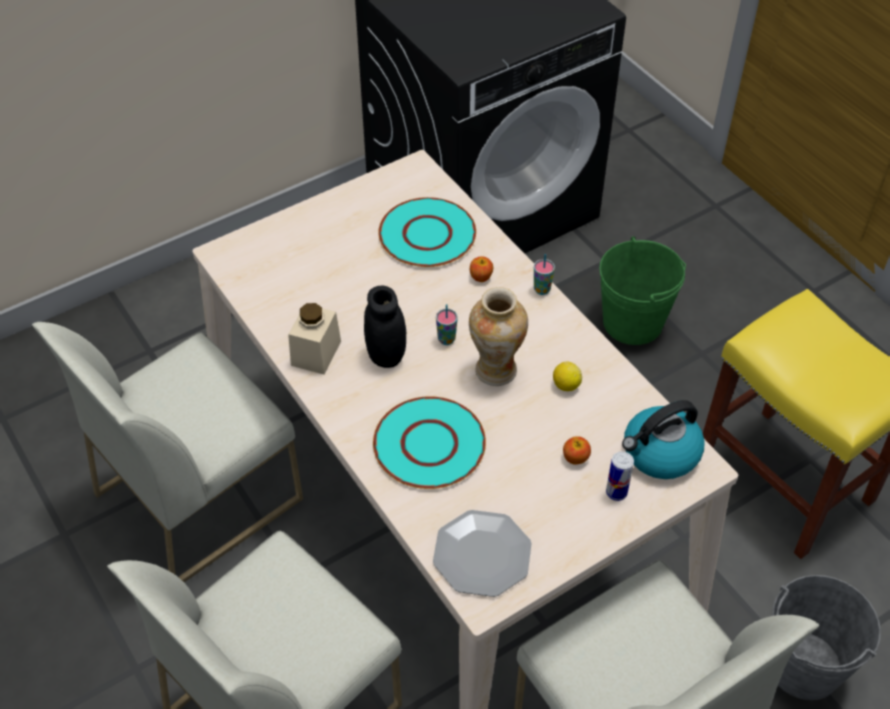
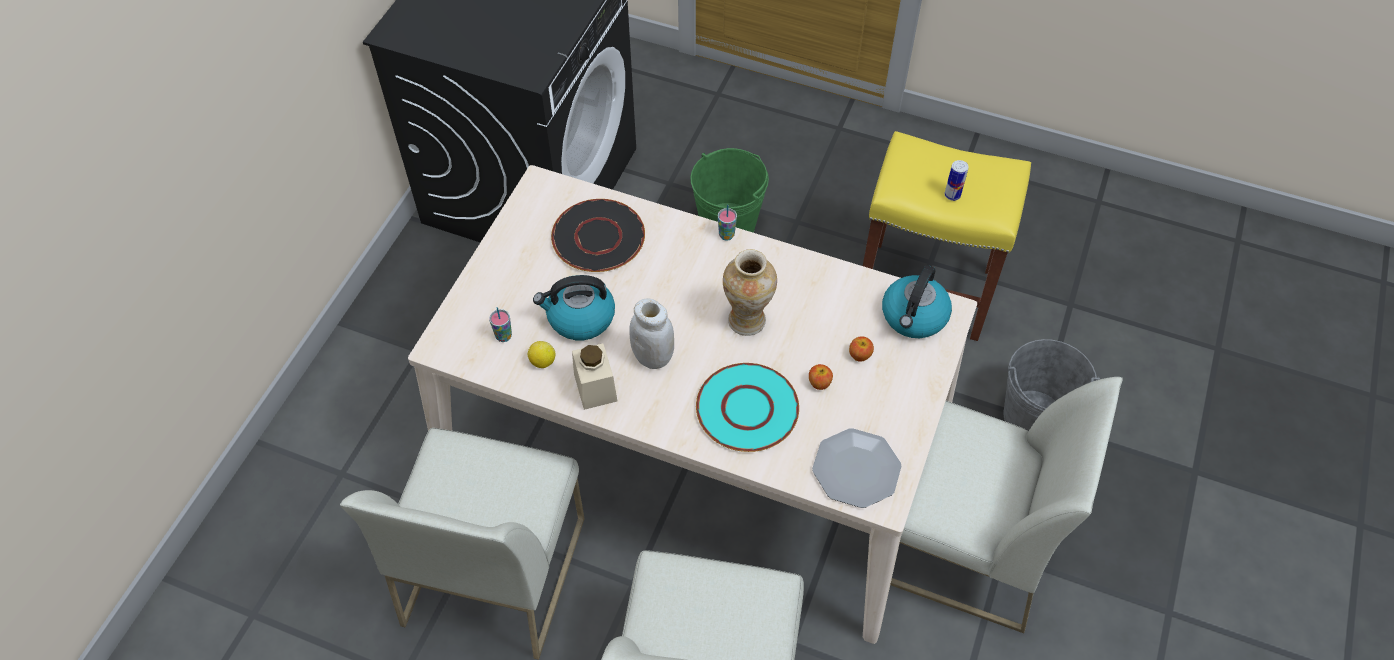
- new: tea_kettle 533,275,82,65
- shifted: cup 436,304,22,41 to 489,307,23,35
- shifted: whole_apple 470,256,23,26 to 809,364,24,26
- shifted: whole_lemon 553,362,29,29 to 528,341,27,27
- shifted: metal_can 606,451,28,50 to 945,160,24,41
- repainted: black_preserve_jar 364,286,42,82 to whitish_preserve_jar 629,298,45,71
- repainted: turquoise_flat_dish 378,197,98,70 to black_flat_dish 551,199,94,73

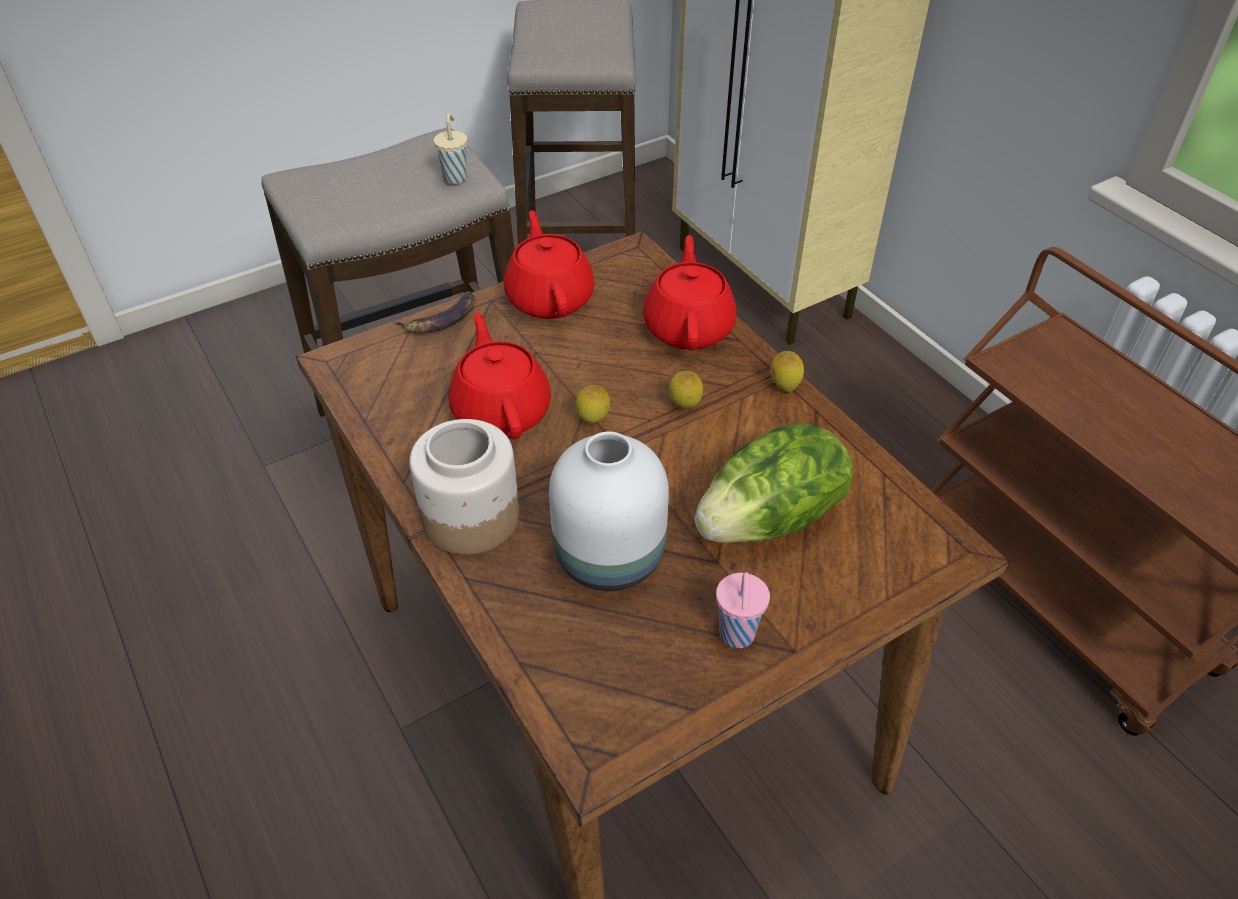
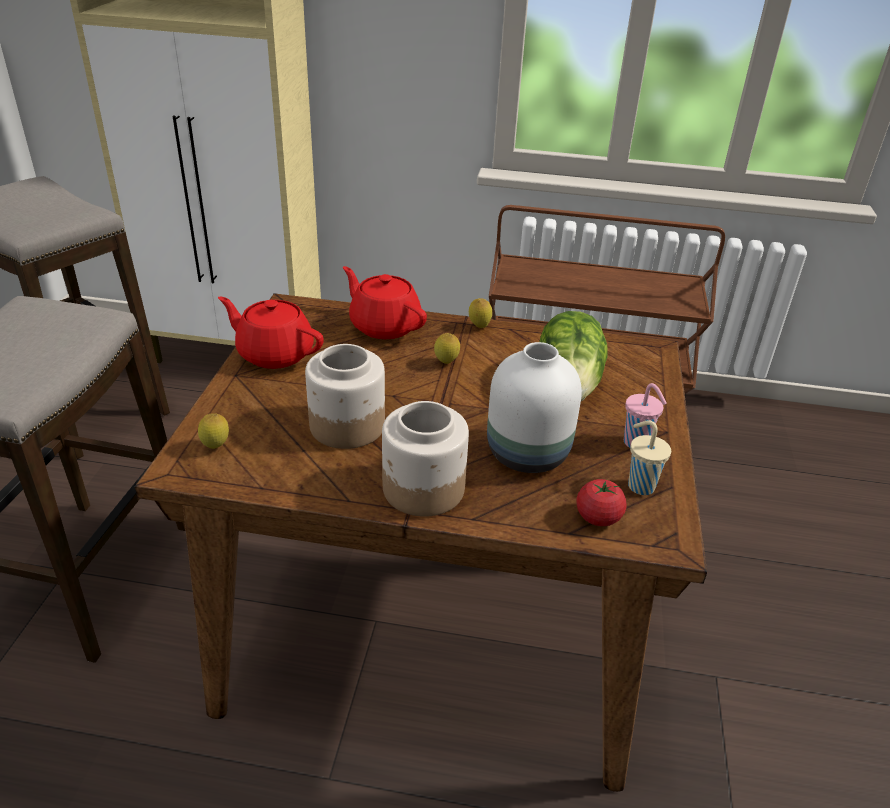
- gone: banana_fruit 392,291,84,43
- new: fresh_tomato 576,479,51,47
- shifted: beige-coloured_cup 433,113,34,71 to 628,420,43,75
- shifted: whole_lemon 576,385,34,38 to 198,413,31,36
- swapped: red_pot_for_tea 448,312,103,127 to preserve_jar 305,344,80,105

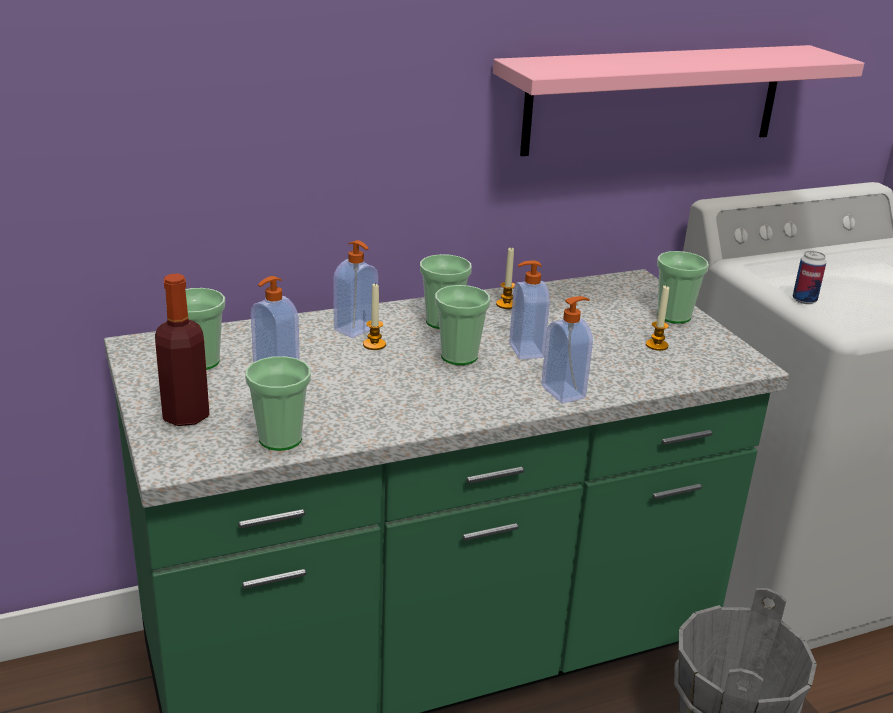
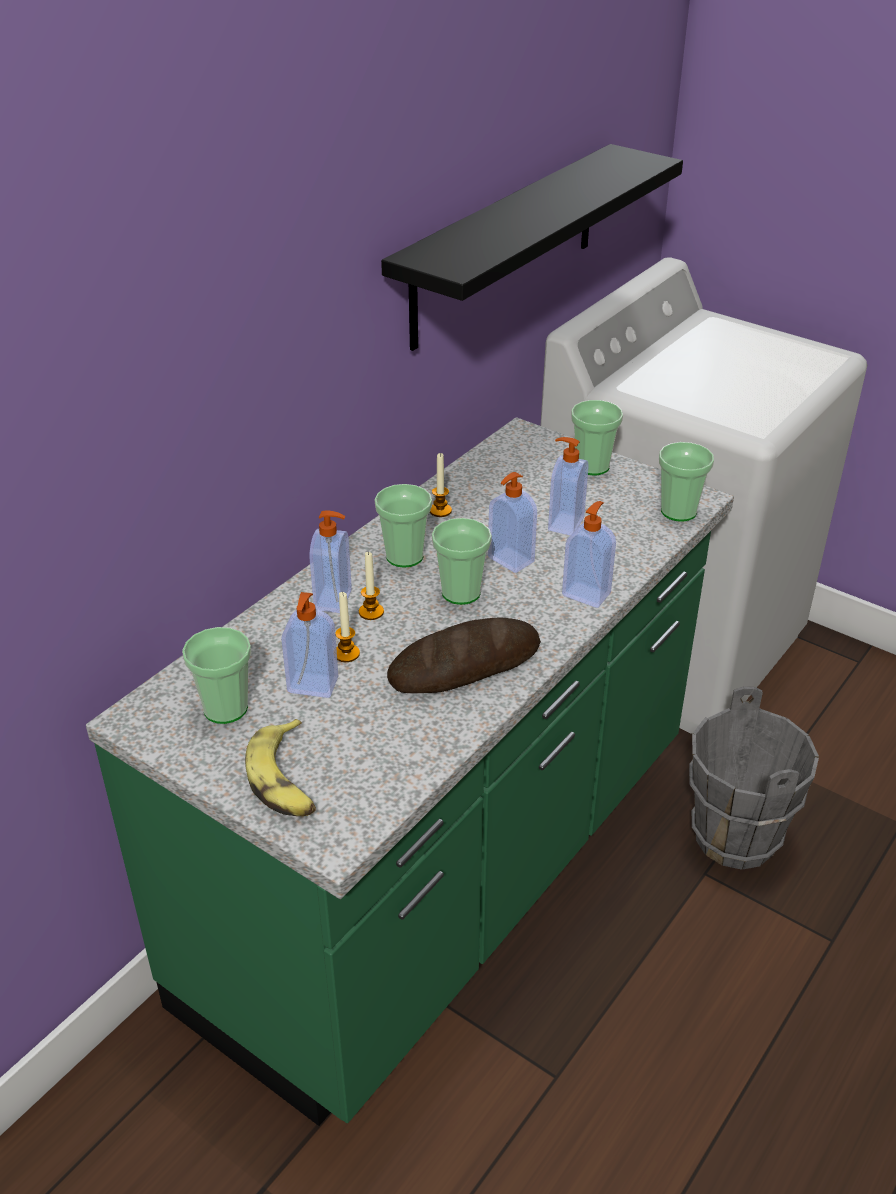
- gone: metal_can 793,251,33,53
- new: bakery_bread 387,618,154,75
- new: soap_bottle 548,437,40,98
- shifted: cup 245,356,66,95 to 659,442,55,80
- shifted: candle 646,285,23,66 to 335,592,25,70
- swapped: drink_bottle 155,274,55,152 to banana_fruit 245,719,71,97
- repainted: pink-coloured_bracket_shelf 493,45,371,111 to black_bracket_shelf 381,144,302,207

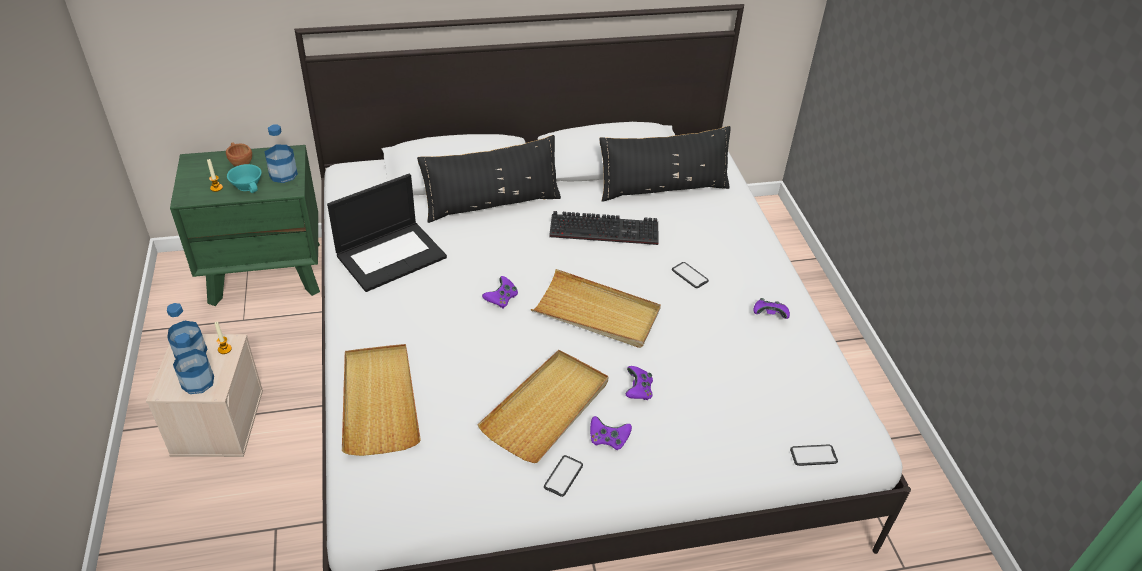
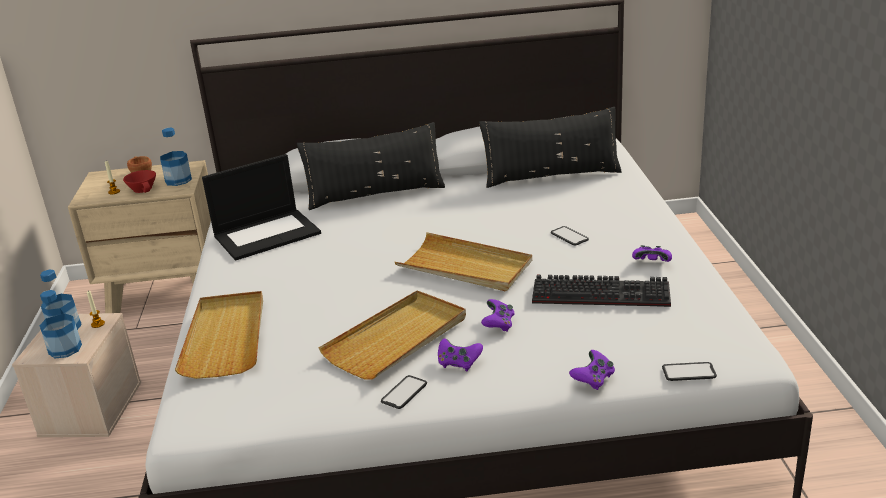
- shifted: purple_gamepad 482,276,36,32 to 569,350,46,40
- shifted: computer_keyboard 549,211,109,34 to 532,275,139,32
- repainted: green_bedside_table 170,145,150,161 to beige-coloured_bedside_table 68,160,143,153
- repainted: turquoise_cup 227,164,35,29 to red_cup 123,170,33,23

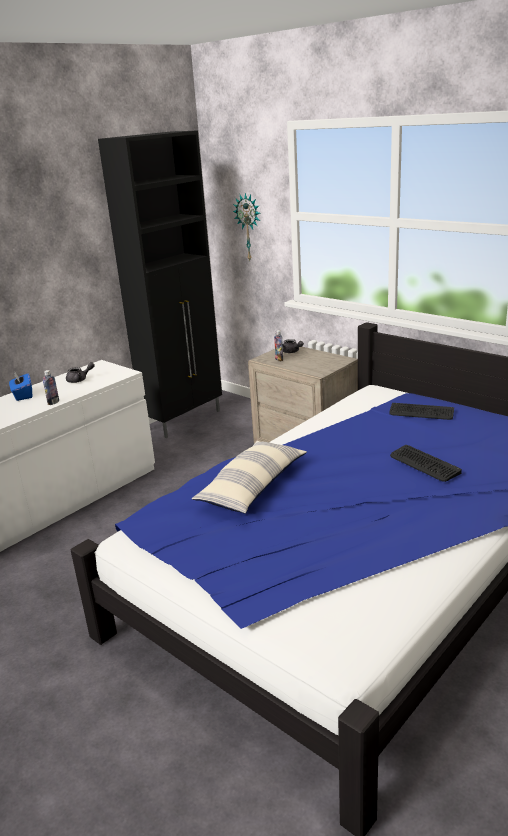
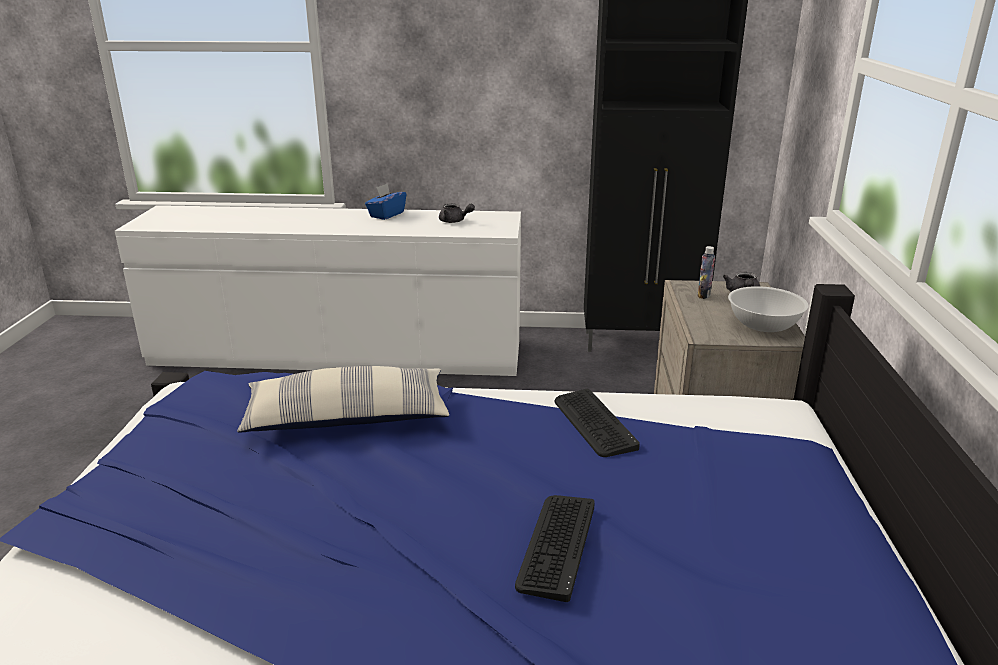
- gone: drink_bottle 43,370,16,35
- gone: wall_clock 233,193,28,68
- new: whitish_serving_bowl 728,286,81,46
- shifted: computer_keyboard 389,403,65,17 to 555,389,85,68

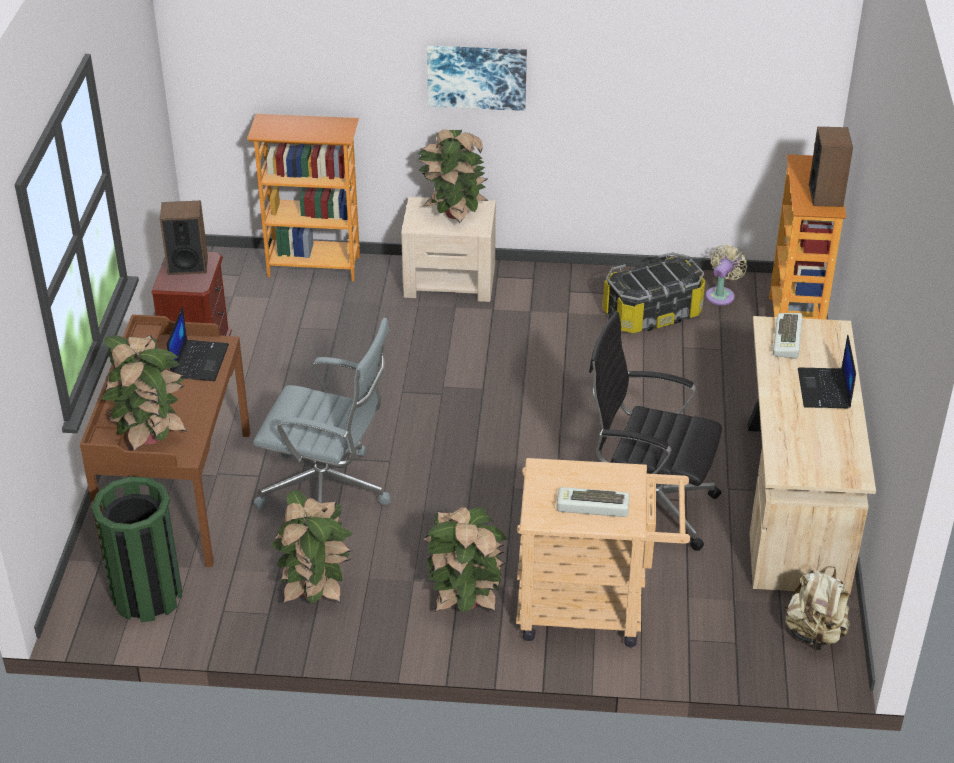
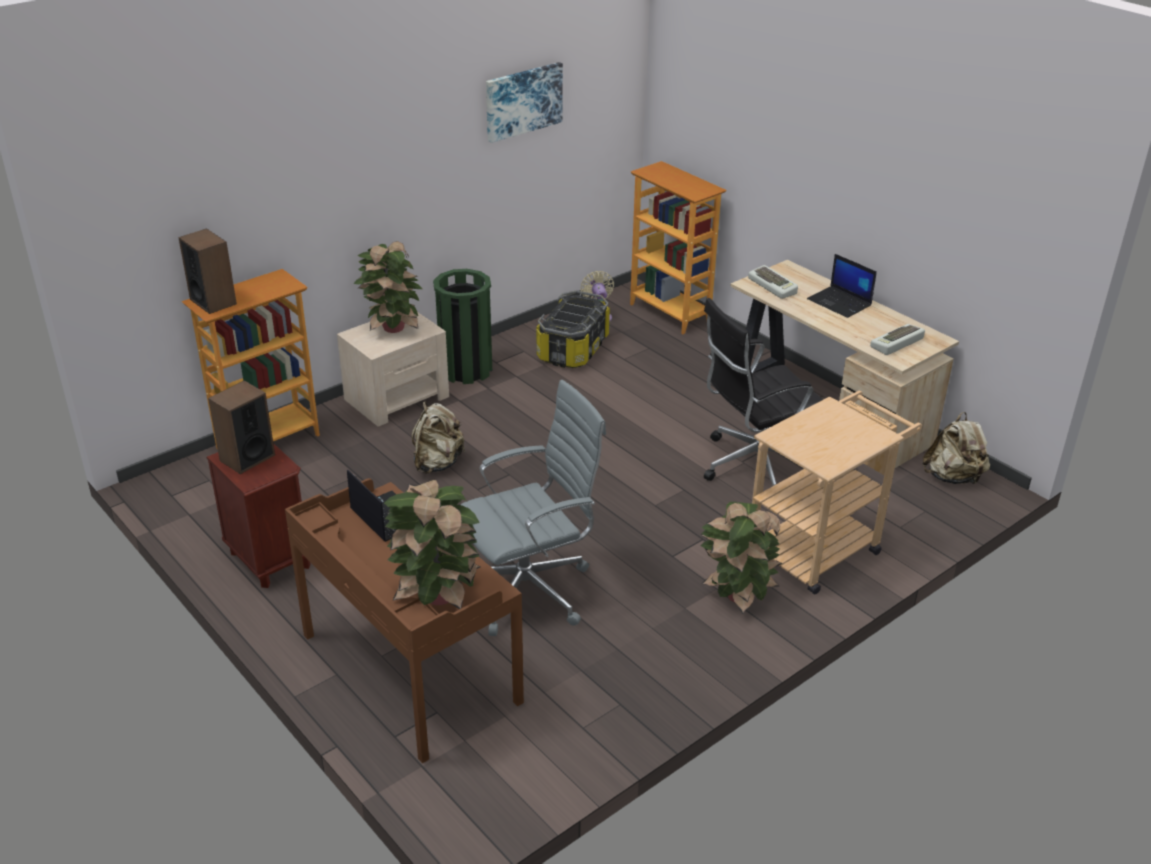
- gone: potted_plant 271,490,82,114
- new: beige-coloured_rucksack 412,401,53,73
- shifted: green_trash_can 91,476,91,146 to 433,269,59,115
- shifted: wall_picture 427,46,100,65 to 486,62,77,81
- shifted: computer_keyboard 557,487,73,30 to 870,324,55,31
- shifted: loudspeaker 809,127,44,80 to 178,228,59,86

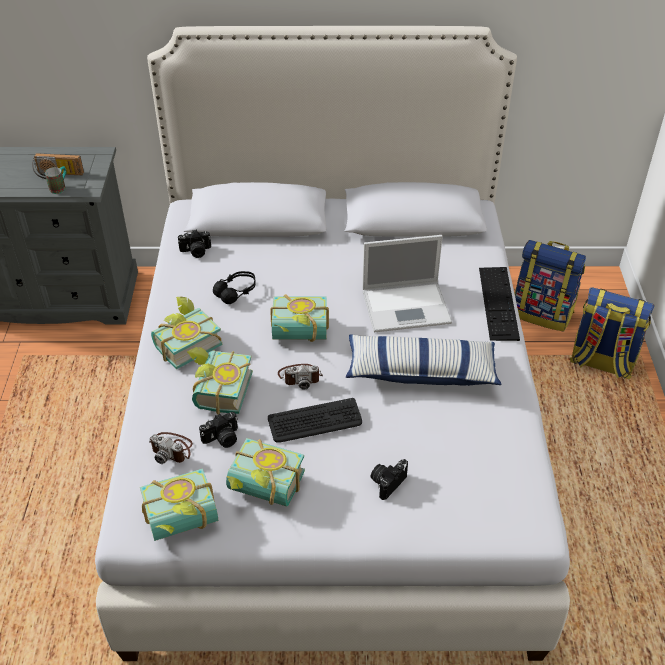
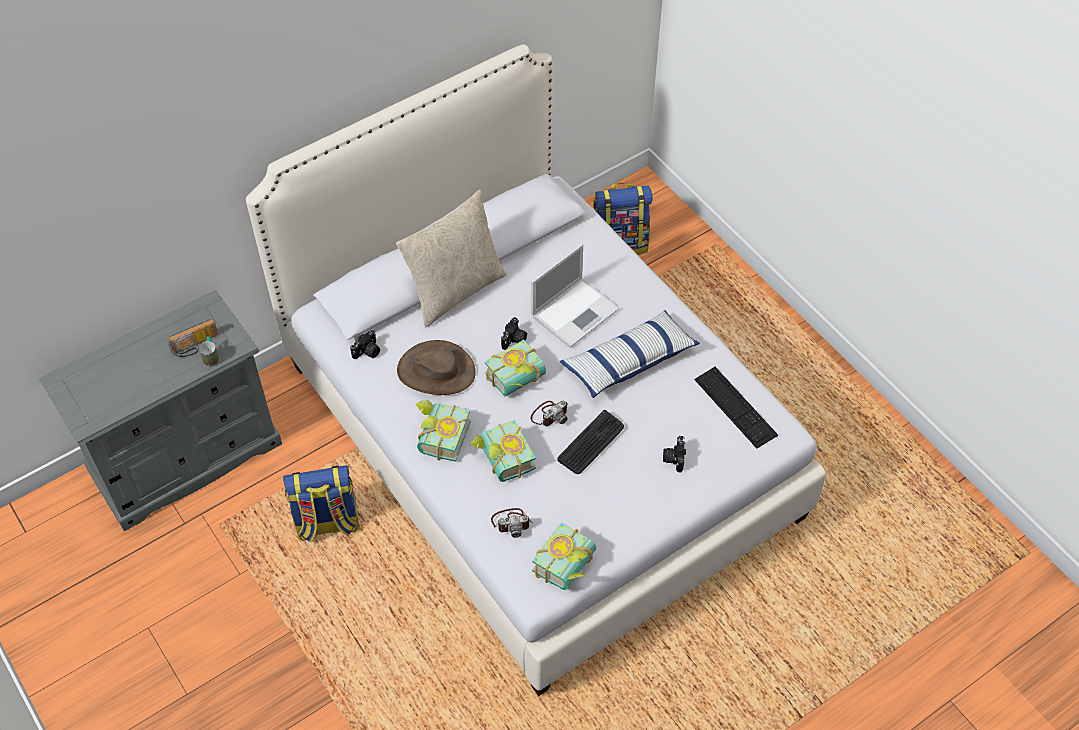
- gone: volume 226,438,79,69
- new: beige-coloured_pillow 396,190,111,137
- shifted: still_camera 199,412,39,36 to 501,317,26,33
- shifted: computer_keyboard 479,267,41,74 to 694,367,84,81
- shifted: rucksack 570,287,85,92 to 283,465,77,78
- swapped: black_headphones 213,271,43,33 to brown_hat 397,340,79,55

